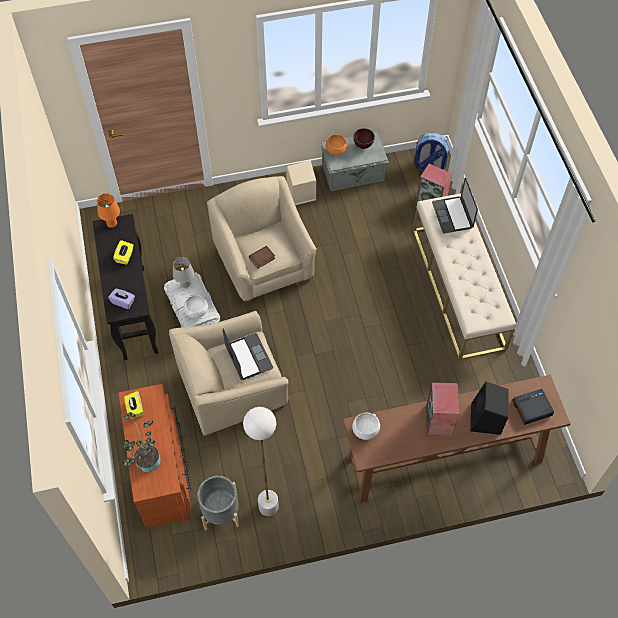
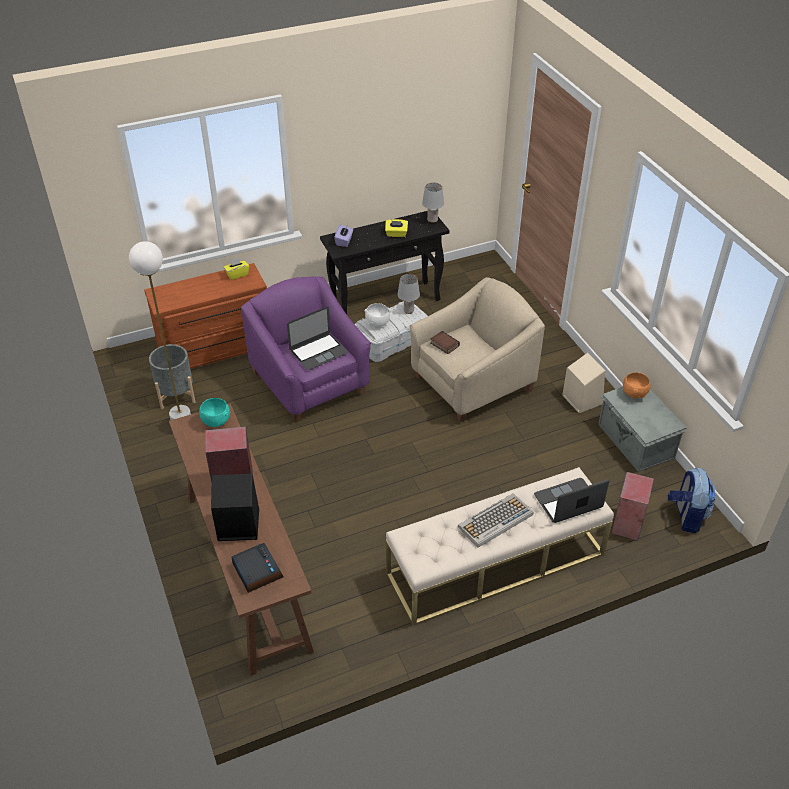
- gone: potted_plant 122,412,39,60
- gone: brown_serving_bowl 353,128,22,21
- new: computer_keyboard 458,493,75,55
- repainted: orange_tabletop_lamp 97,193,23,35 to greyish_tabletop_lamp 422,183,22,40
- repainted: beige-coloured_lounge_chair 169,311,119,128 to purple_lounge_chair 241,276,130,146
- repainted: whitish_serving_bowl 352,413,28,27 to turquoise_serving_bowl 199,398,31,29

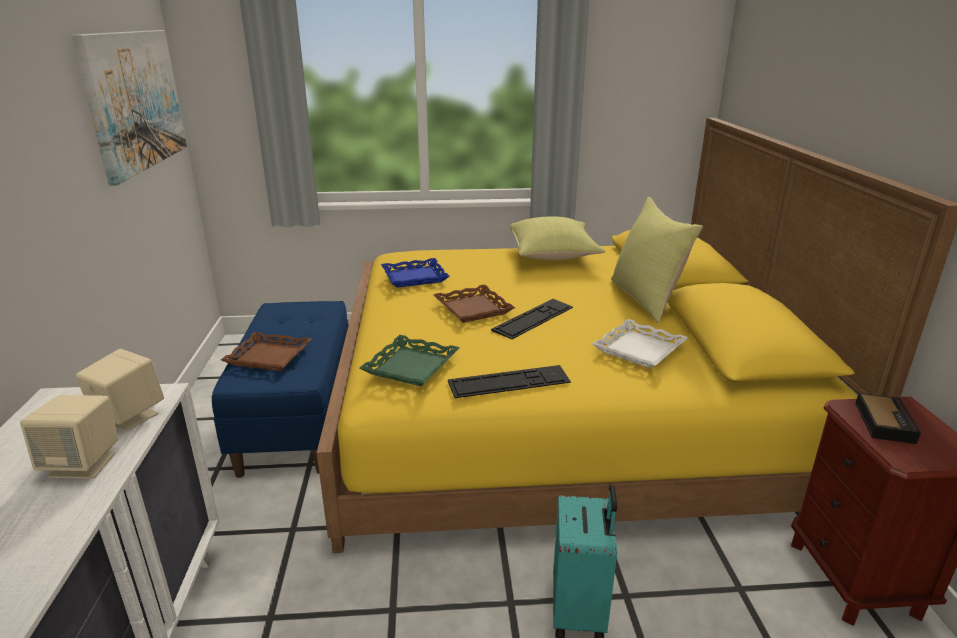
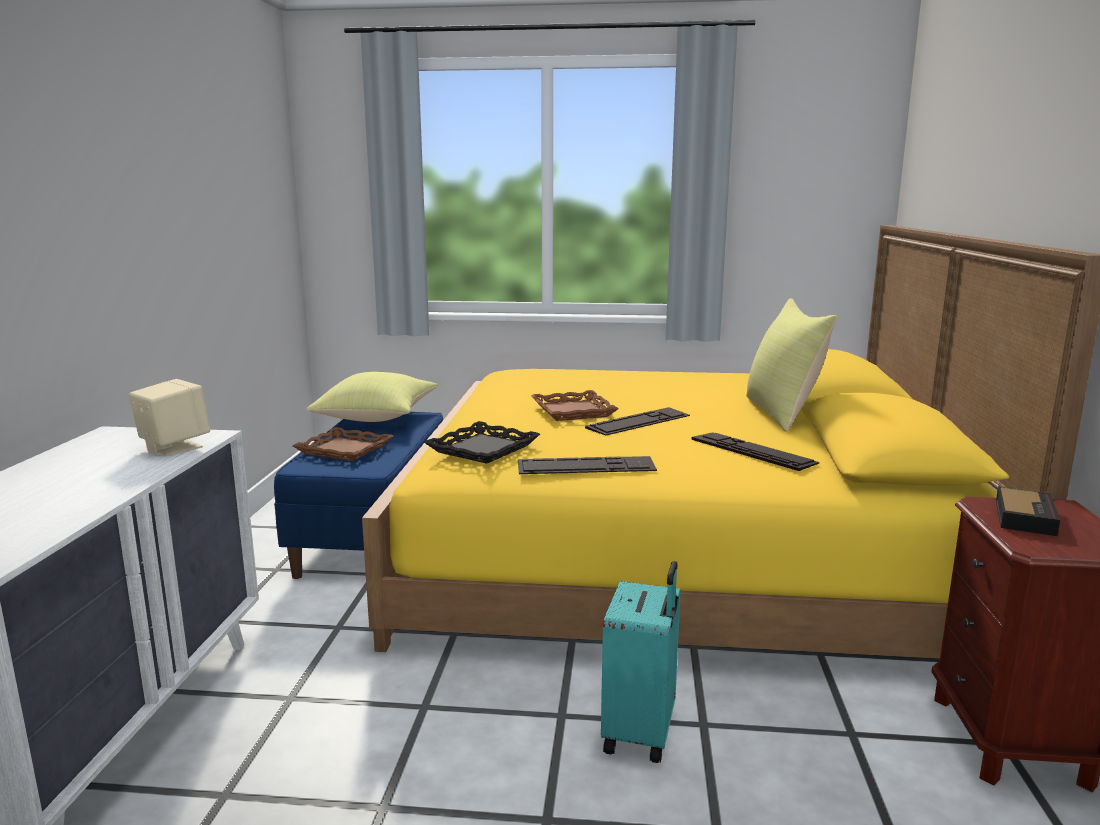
- gone: beige-coloured_loudspeaker 20,395,98,84
- gone: wall_picture 72,30,115,156
- gone: bluish_tray 381,258,69,30
- shifted: yellow_pillow 510,217,95,43 to 306,372,132,50
- swapped: whitish_tray 592,319,96,49 to computer_keyboard 691,432,129,39
- repainted: green_tray 360,335,99,51 to black_tray 424,421,116,43

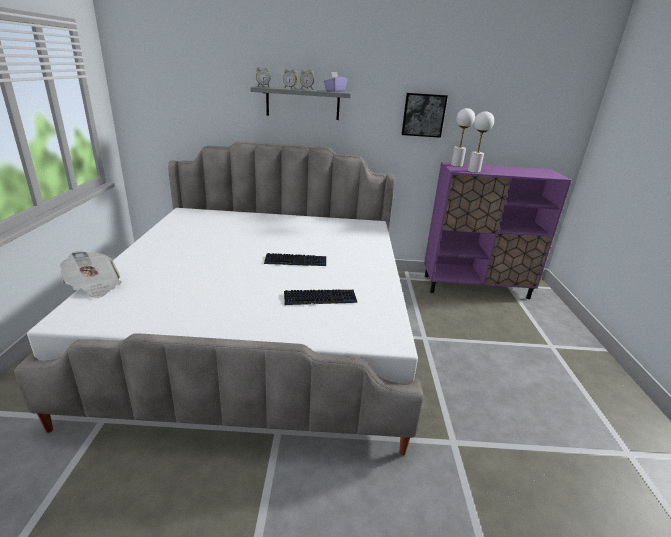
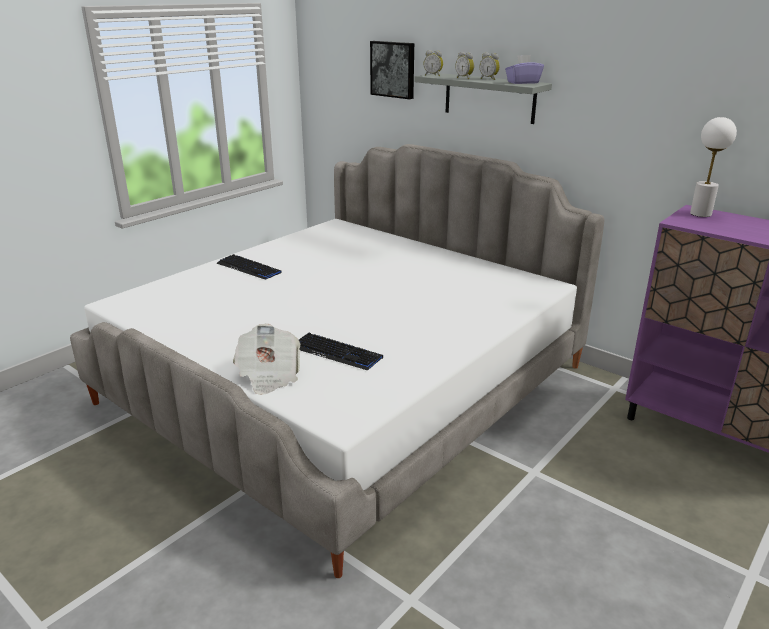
- gone: whitish_tabletop_lamp 468,111,26,62
- shifted: printed_paper 60,251,62,47 to 233,324,67,71
- shifted: computer_keyboard 264,253,62,13 to 216,254,66,25
- shifted: wall_picture 402,93,46,45 to 370,41,44,58

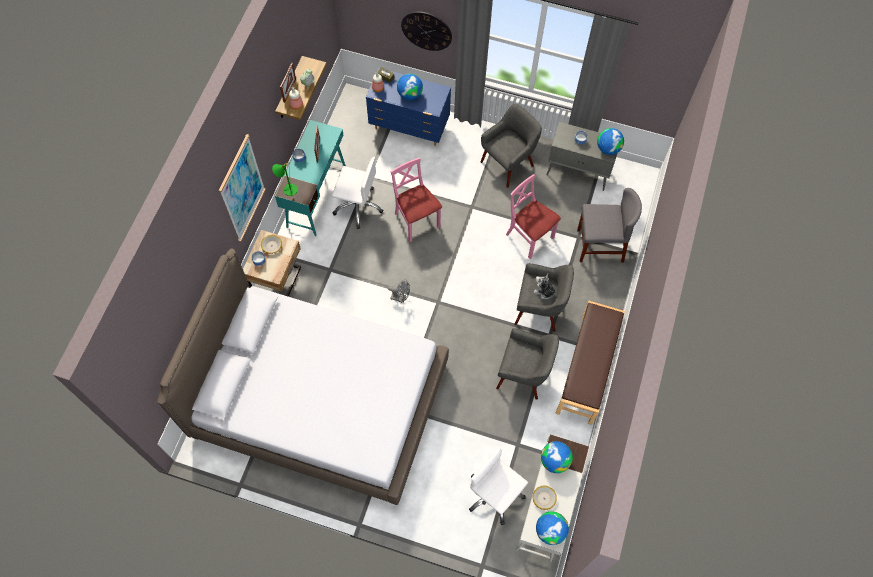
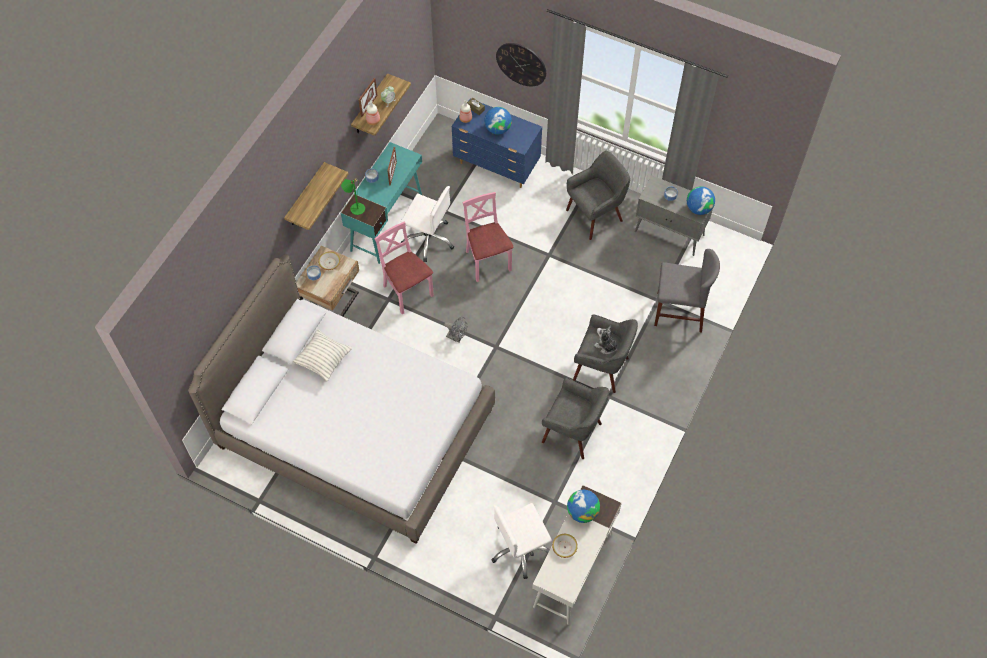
- gone: globe 536,511,33,34
- gone: brown_bench 555,301,70,124
- new: pillow 293,329,59,52
- shifted: pink-coloured_upright_chair 506,174,55,85 to 374,222,60,93
- swapped: wall_picture 219,134,47,108 to bracket_shelf 284,162,64,68
- rotated: whitish_computer_chair 469,447,59,78 = 491,503,61,76 75 degrees counterclockwise

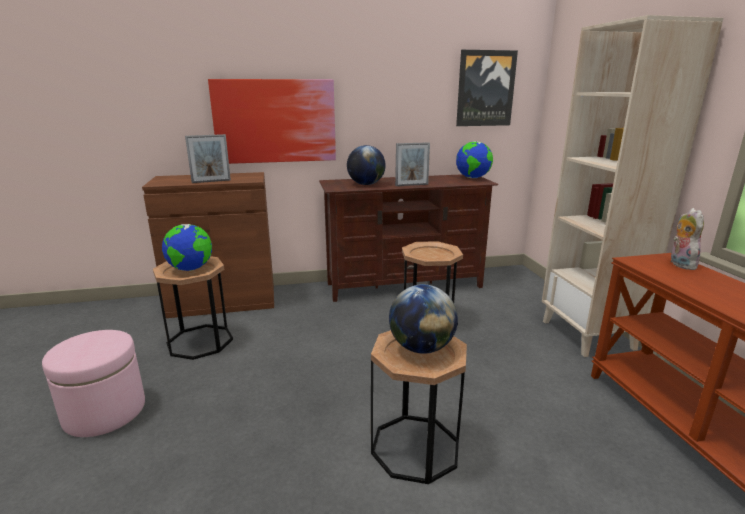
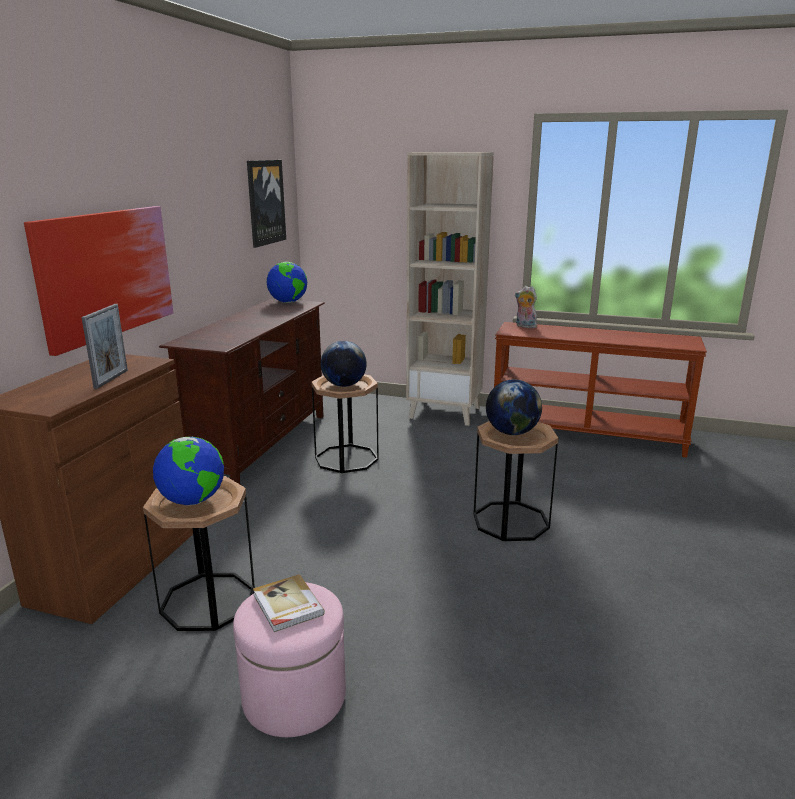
- gone: picture_frame 395,142,35,44
- new: volume 253,574,72,58
- shifted: globe 347,145,39,40 to 321,341,46,46

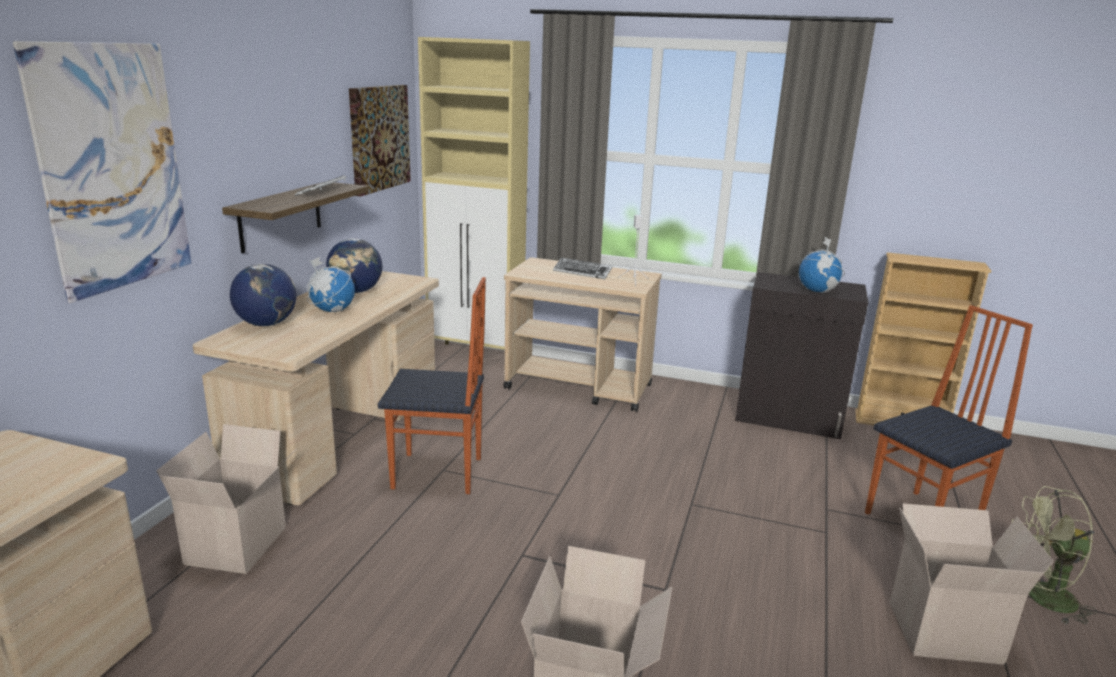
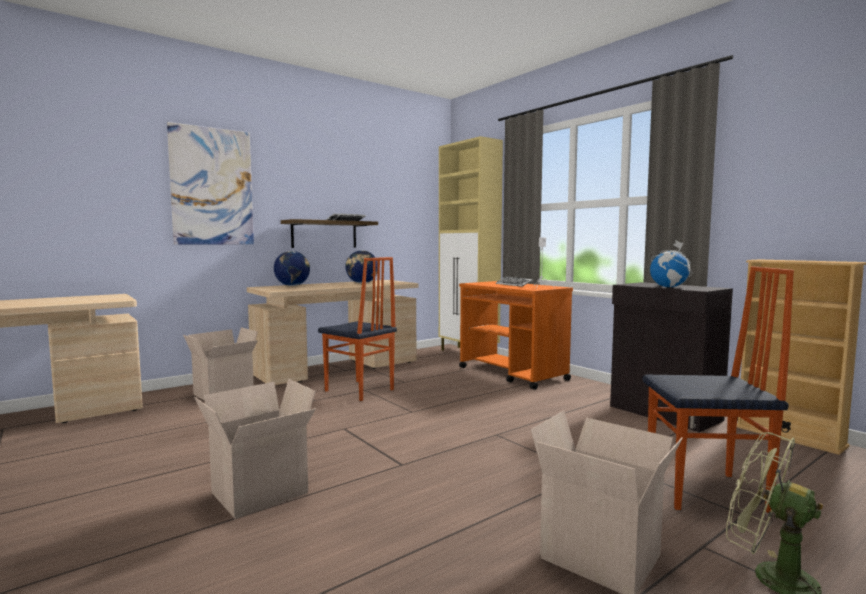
- gone: globe 306,257,49,55
- gone: wall_picture 349,85,62,111
- repainted: beige-coloured_wheeled_cart 503,257,159,155 to orange_wheeled_cart 459,281,114,109

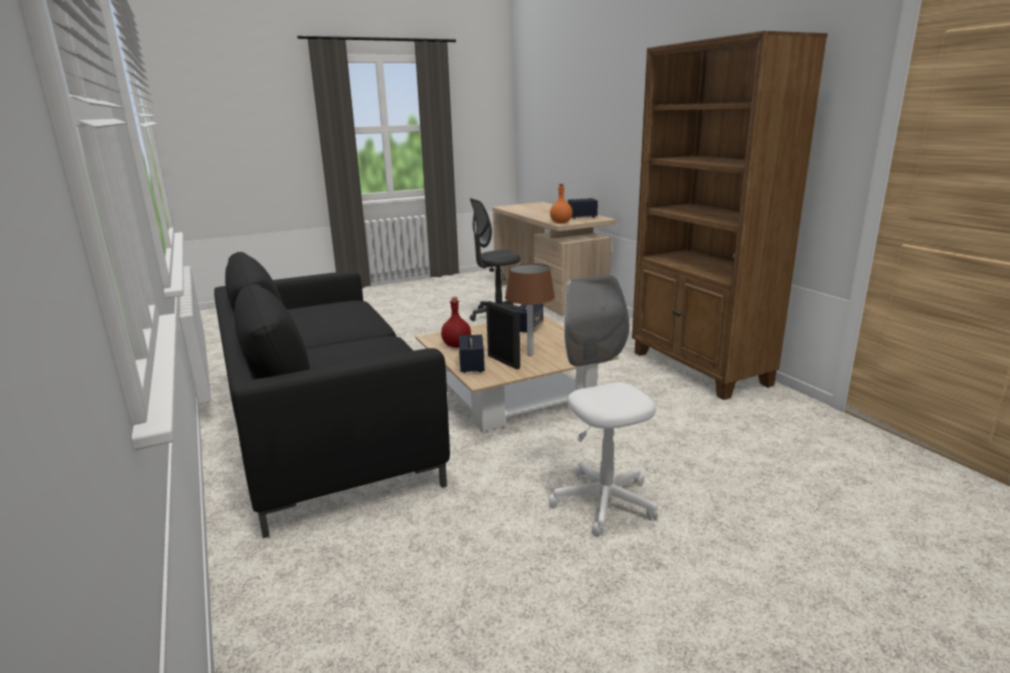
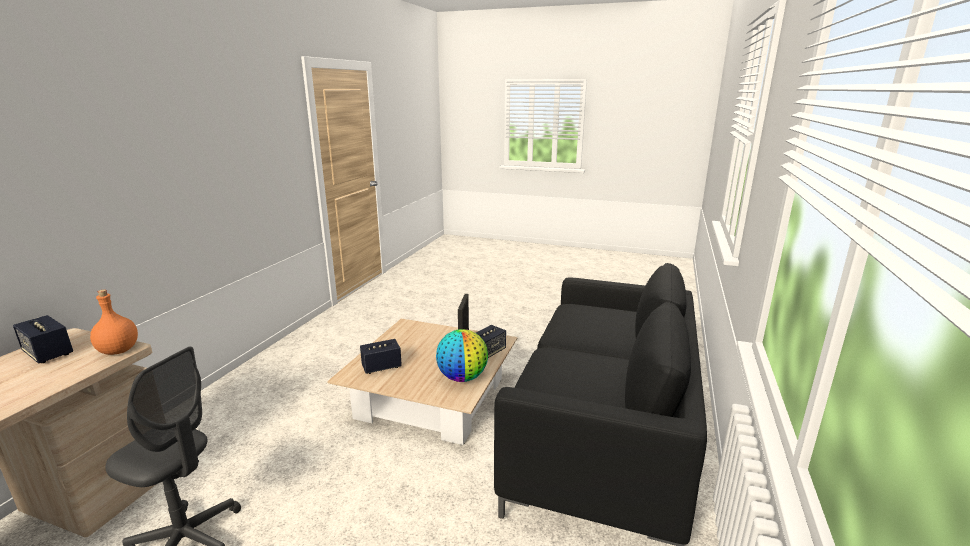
- gone: brown_tabletop_lamp 505,264,50,92
- gone: whitish_computer_chair 548,275,110,262
- gone: brown_bookshelf 632,31,196,369
- swapped: red_drink_bottle 441,297,30,51 to globe 436,329,52,53

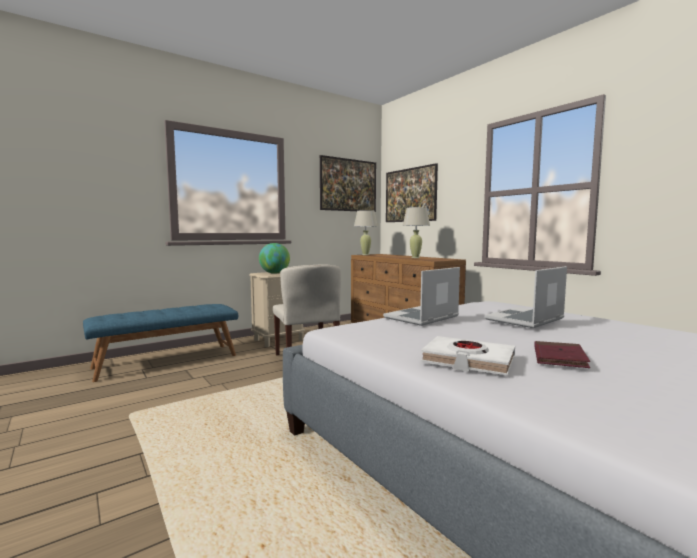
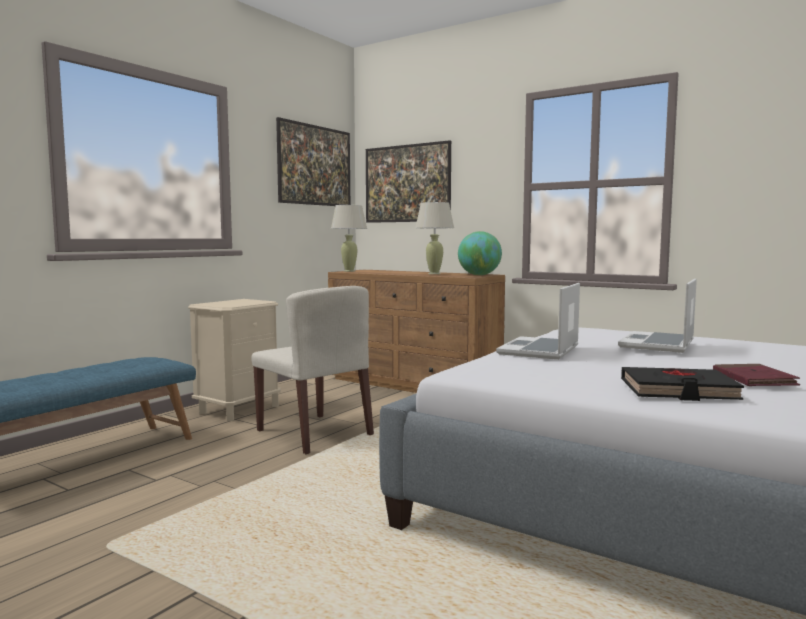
- shifted: globe 259,243,31,31 to 458,231,44,44
- repainted: whitish_volume 421,336,94,39 to black_volume 621,367,123,34

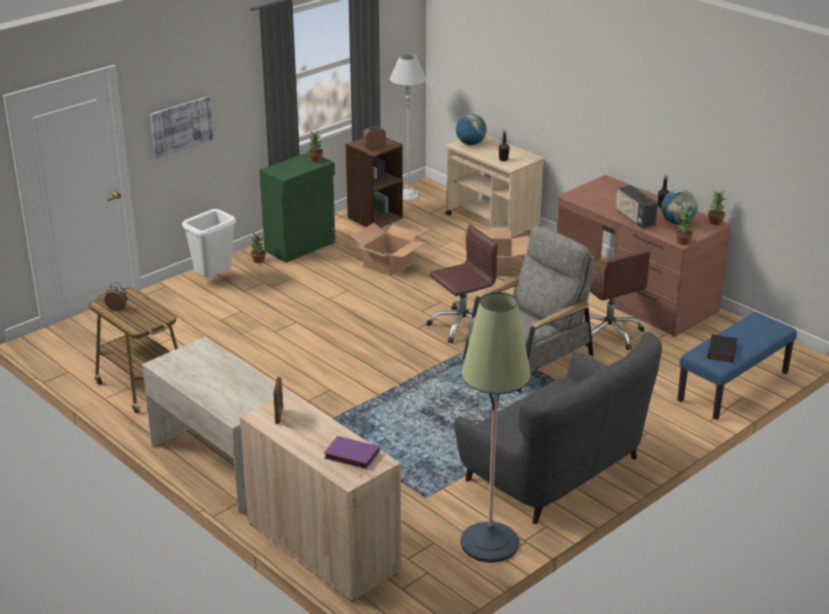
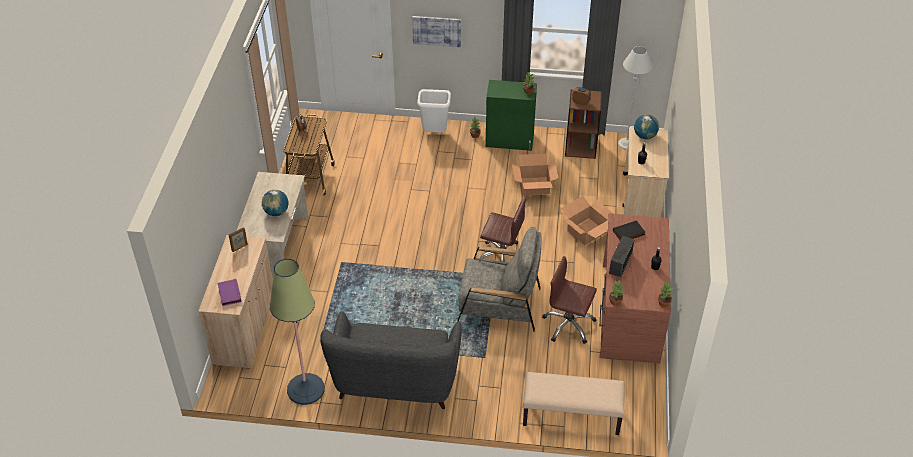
- shifted: globe 661,189,36,36 to 262,190,27,26
- shifted: black_volume 707,334,31,28 to 613,220,32,20
- repainted: bluish_bench 677,312,120,108 to beige-coloured_bench 523,372,102,63
- rotated: brown_computer_chair 583,250,68,100 = 542,256,55,88 90 degrees clockwise

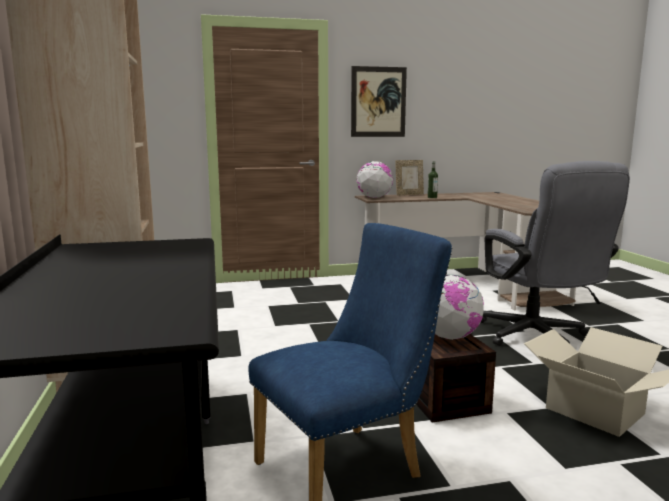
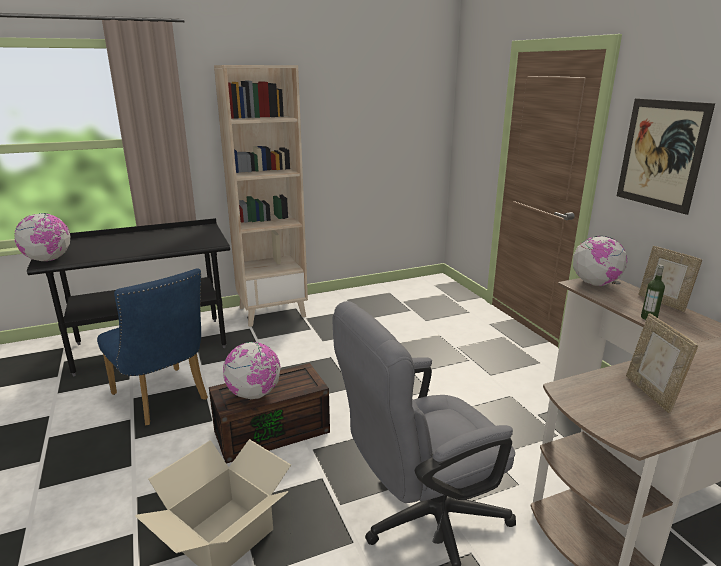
- new: globe 14,213,56,48
- new: picture_frame 626,313,72,100

